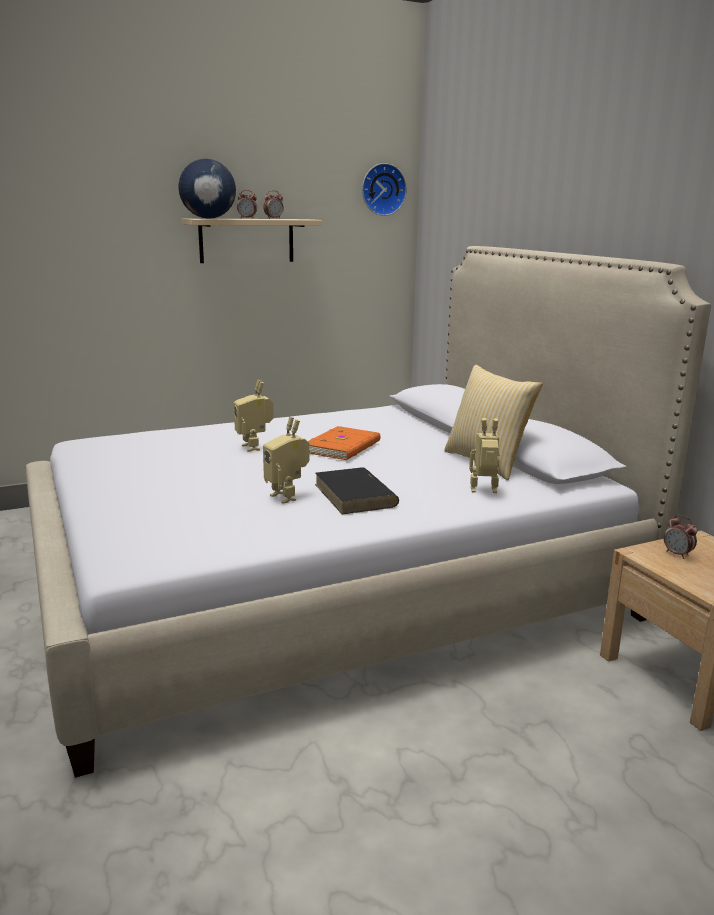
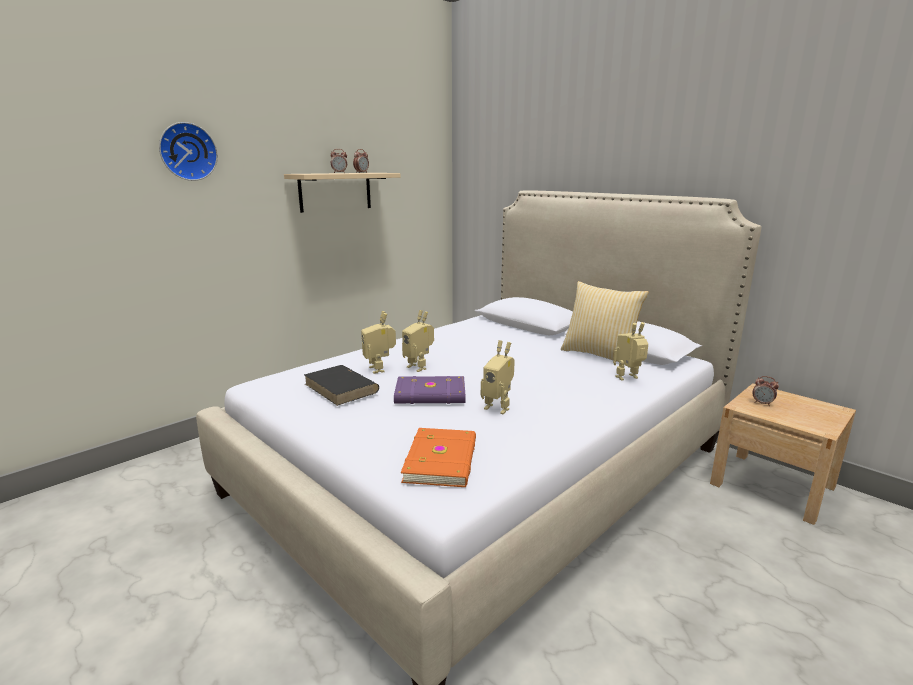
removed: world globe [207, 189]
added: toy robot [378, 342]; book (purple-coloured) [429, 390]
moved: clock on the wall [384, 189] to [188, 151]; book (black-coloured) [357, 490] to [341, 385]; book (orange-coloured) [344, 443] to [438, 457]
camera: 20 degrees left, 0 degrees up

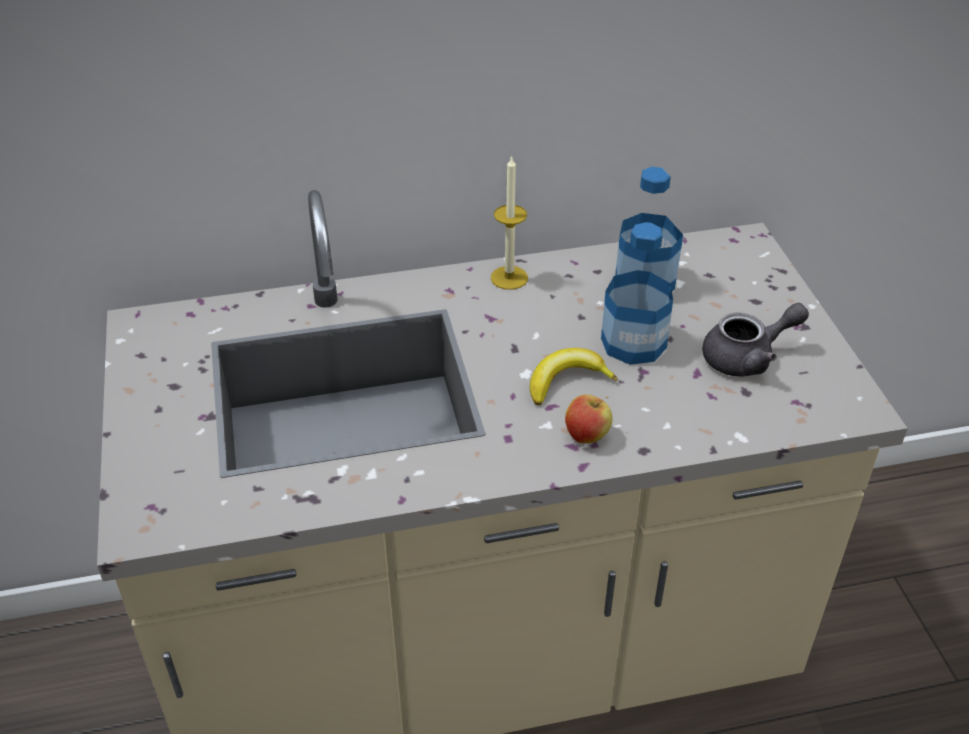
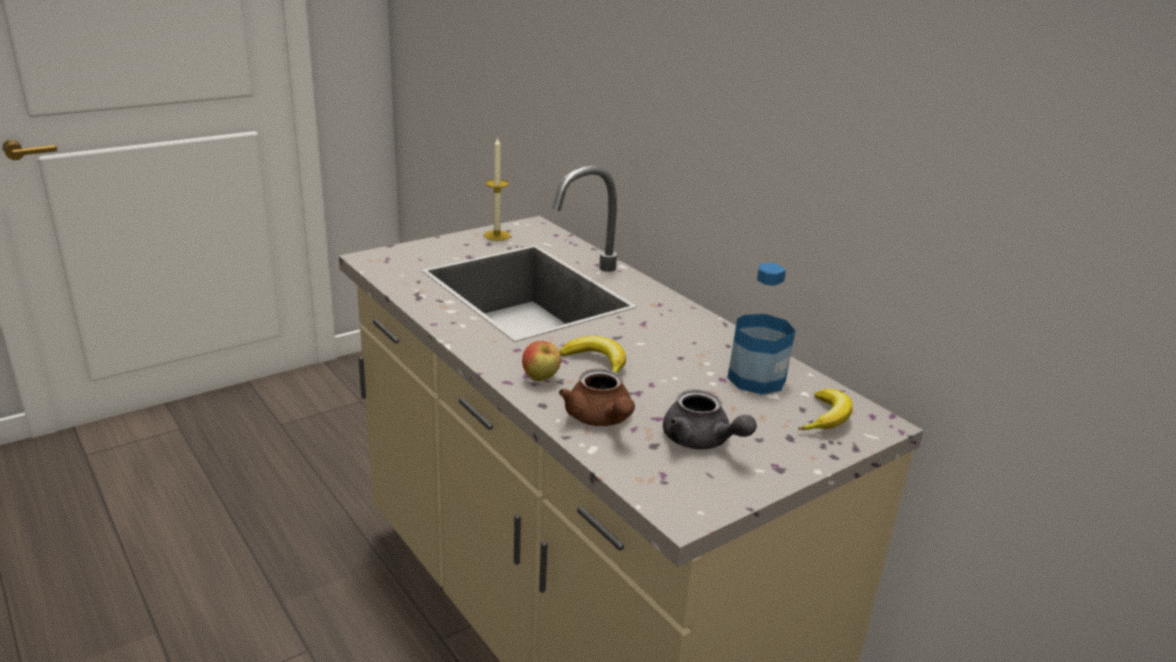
removed: drink bottle [637, 293]
added: pot for tea (brown-coloured) [597, 397]; whole banana [826, 409]
moved: wax candle [509, 222] to [497, 188]
camera: 65 degrees right, 15 degrees down

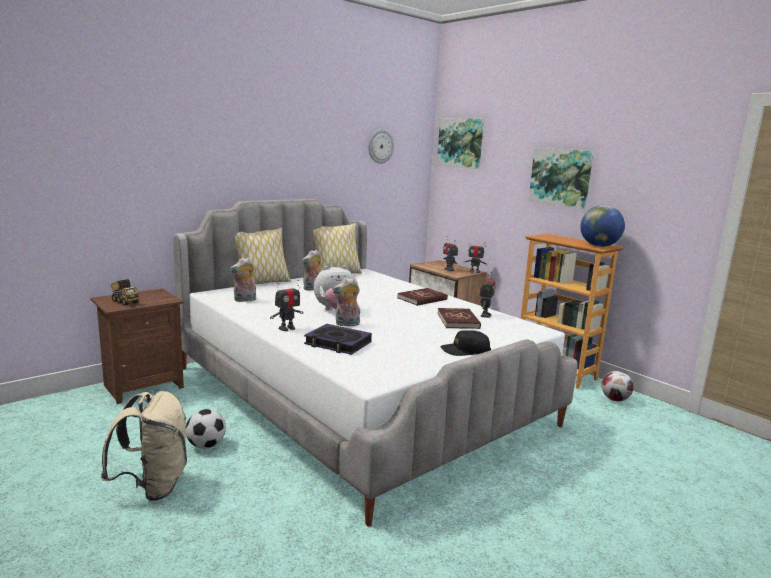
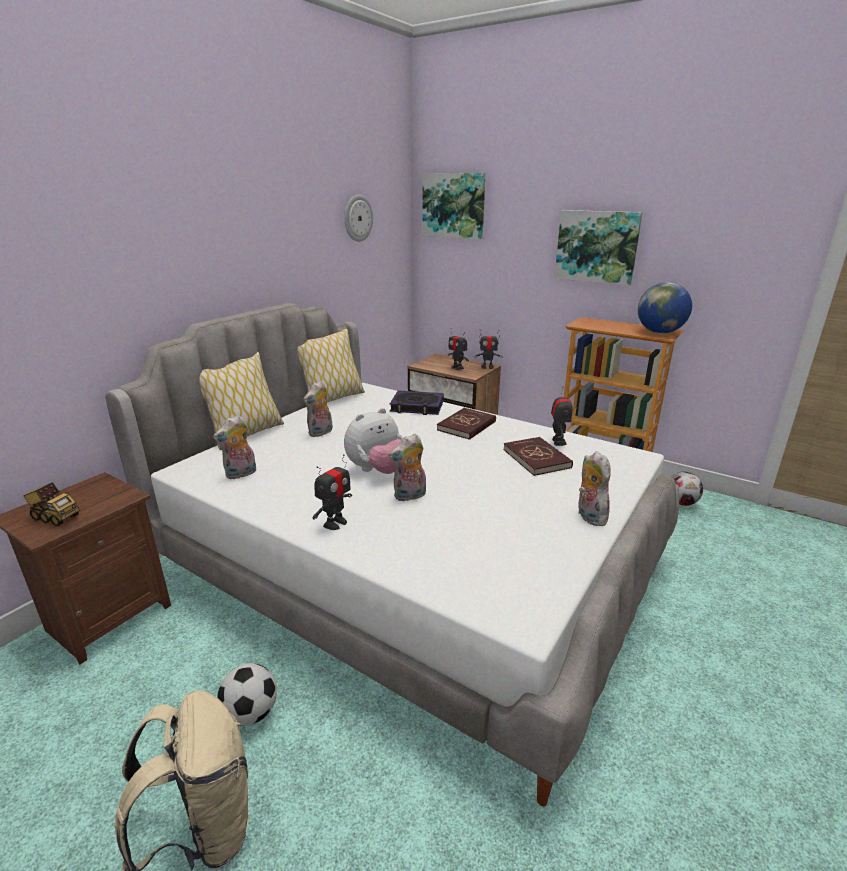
moved: book [338, 339] to [417, 402]
replaced: baseball cap (black-coloured) [465, 343] to plush toy [594, 488]
camera: 15 degrees left, 10 degrees up

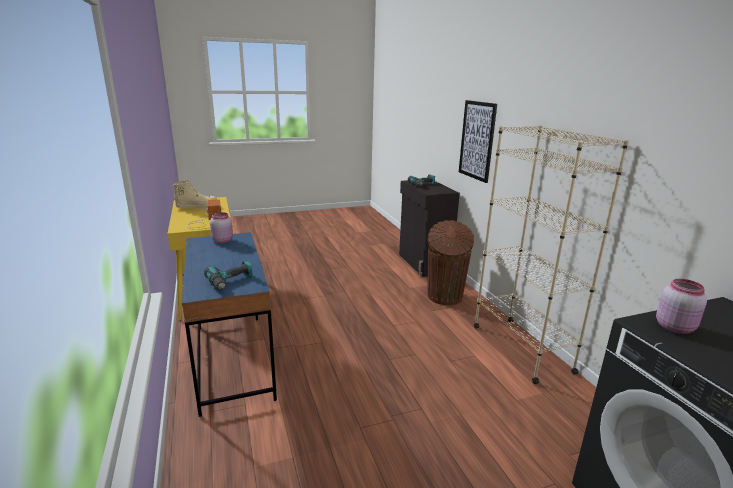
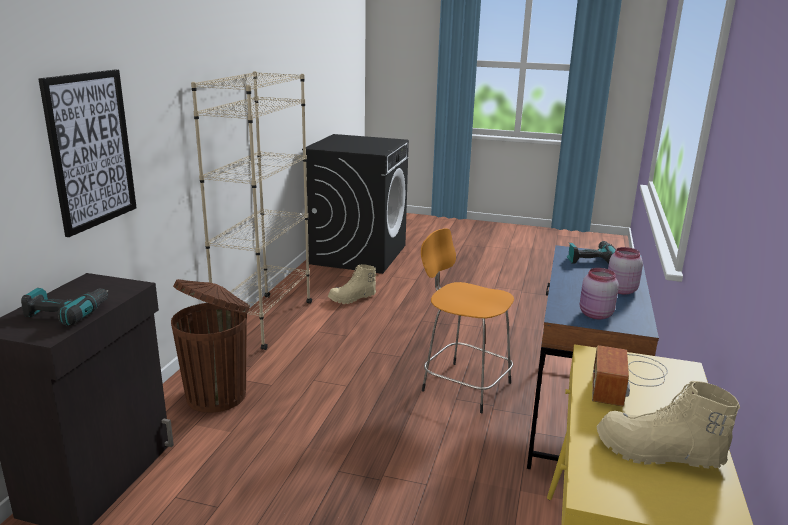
added: tall boot (beige) [352, 284]; sitting stool (orange-coloured) [467, 320]
moved: storage jar (pink) [681, 306] to [625, 270]
camera: 145 degrees left, 0 degrees up

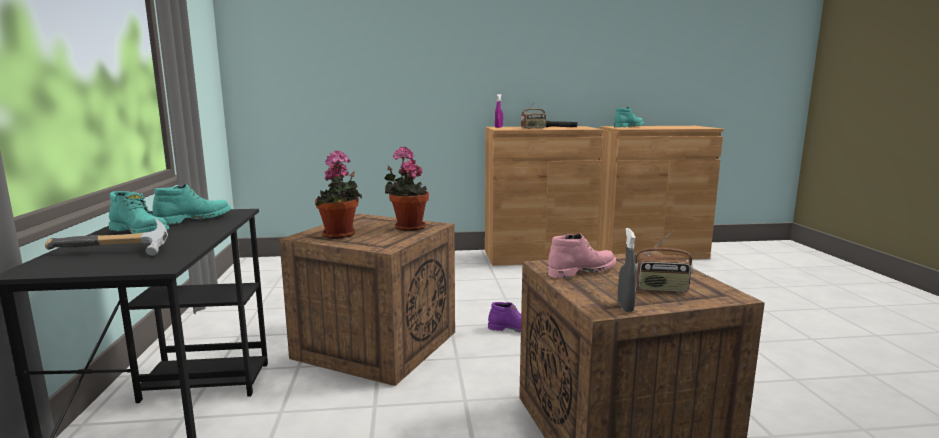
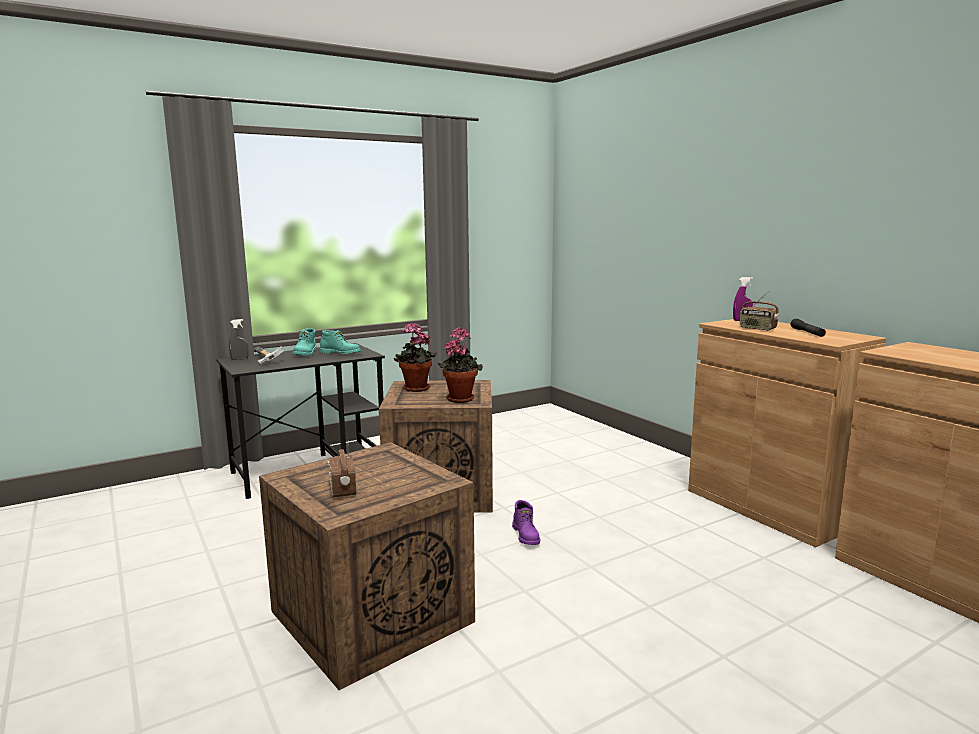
removed: tall boot (pink) [582, 255]; tall boot (blue-green) [629, 117]
moved: sprayer (grey) [627, 270] to [239, 339]
camera: 65 degrees right, 0 degrees up

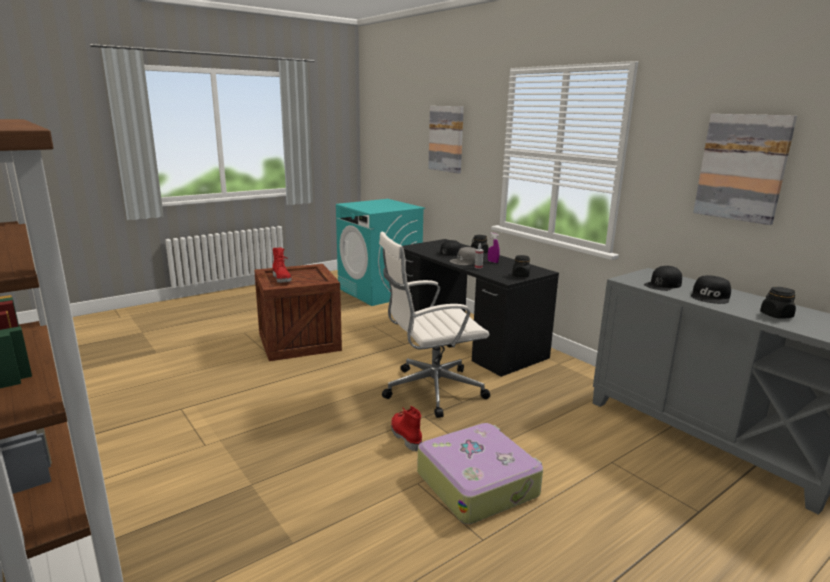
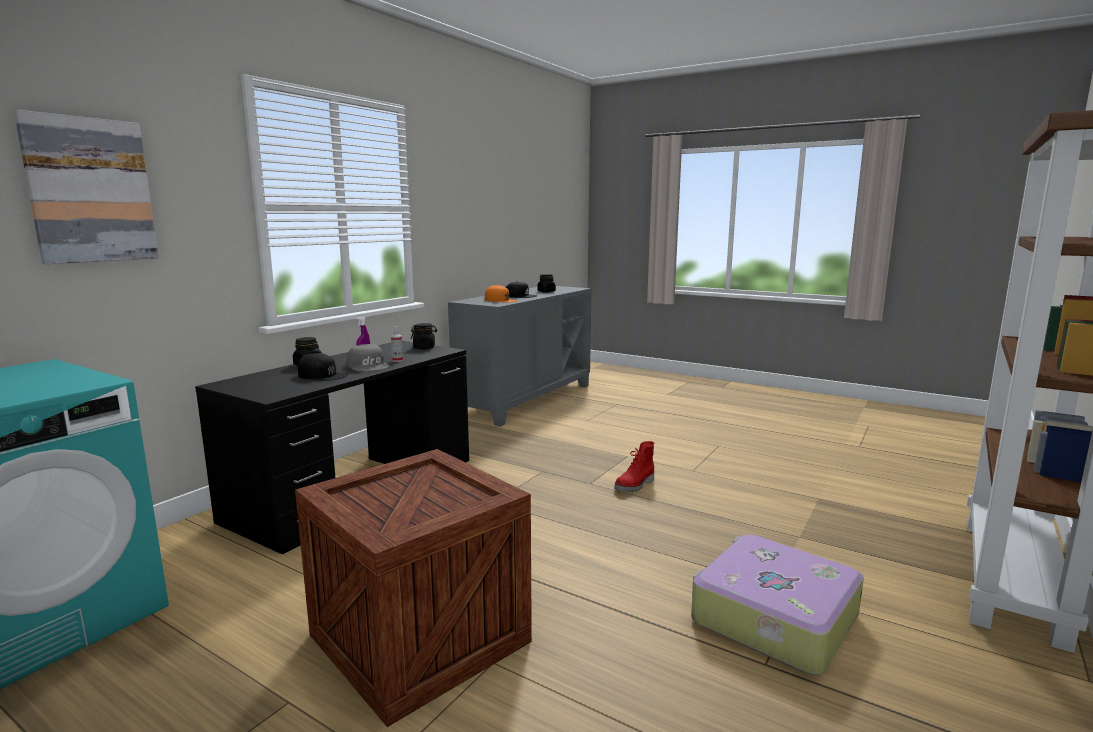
removed: tall boot (reddish) [282, 265]; computer chair (white-coloured) [434, 325]; wall picture [745, 169]
moved: piece of luggage [480, 473] to [777, 604]
recoloured: baseball cap (black-coloured) [663, 278] to baseball cap (orange-coloured) [501, 293]
camera: 110 degrees left, 5 degrees down

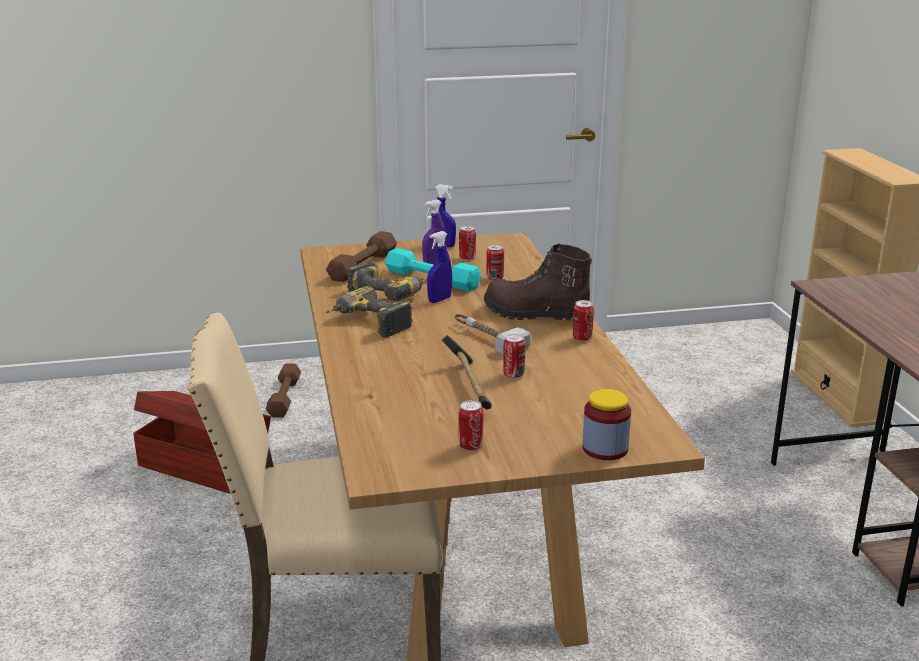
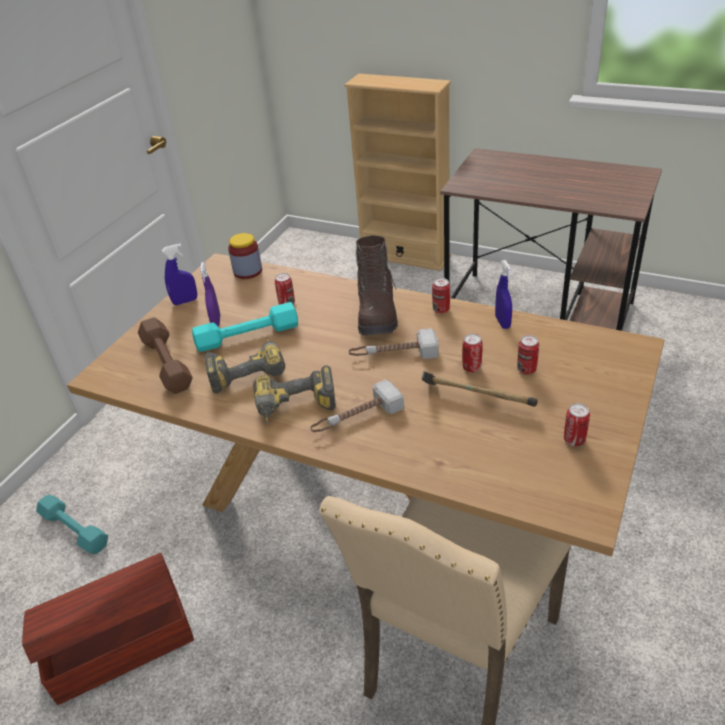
added: tool hammer [357, 406]
moved: storage jar [606, 424] to [245, 256]; sprayer (blue) [439, 267] to [503, 294]; sealed can [467, 243] to [528, 354]
recoloured: free weight (brown-coloured) [283, 390] to free weight (blue-green) [72, 524]
turned: tall boot (brown-coloured) [538, 282] = [377, 285] 60 degrees counterclockwise
camera: 50 degrees left, 15 degrees up

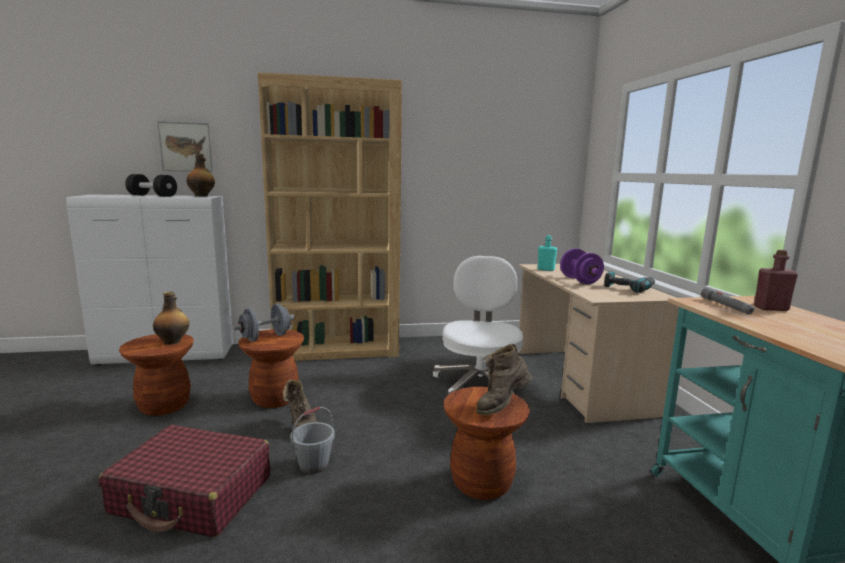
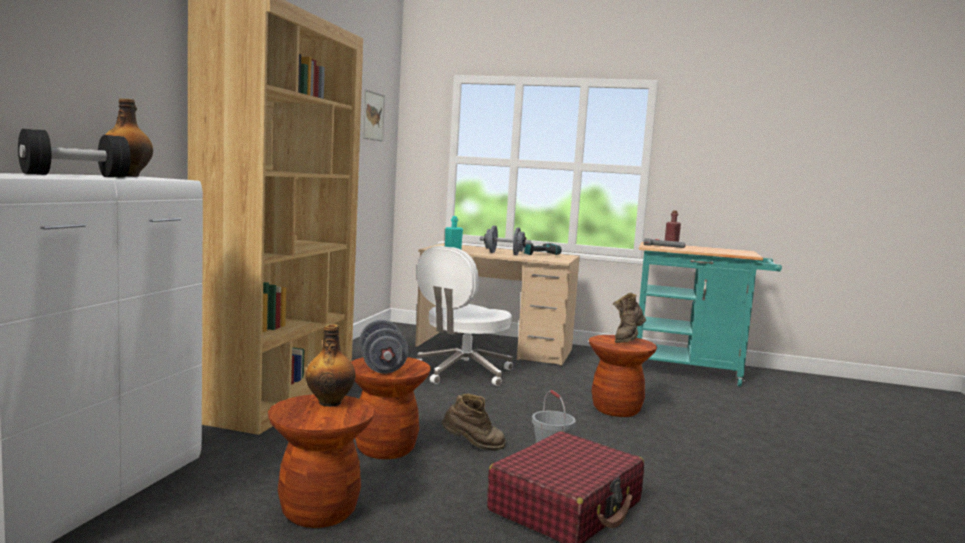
moved: wall picture [185, 146] to [373, 115]
recoloured: free weight (purple-coloured) [582, 266] to free weight (grey) [505, 240]
turned: computer chair (white-coloured) [478, 325] = [465, 316] 90 degrees counterclockwise; tall boot (brown-coloured) [504, 379] = [629, 317] 45 degrees clockwise
camera: 65 degrees left, 5 degrees down

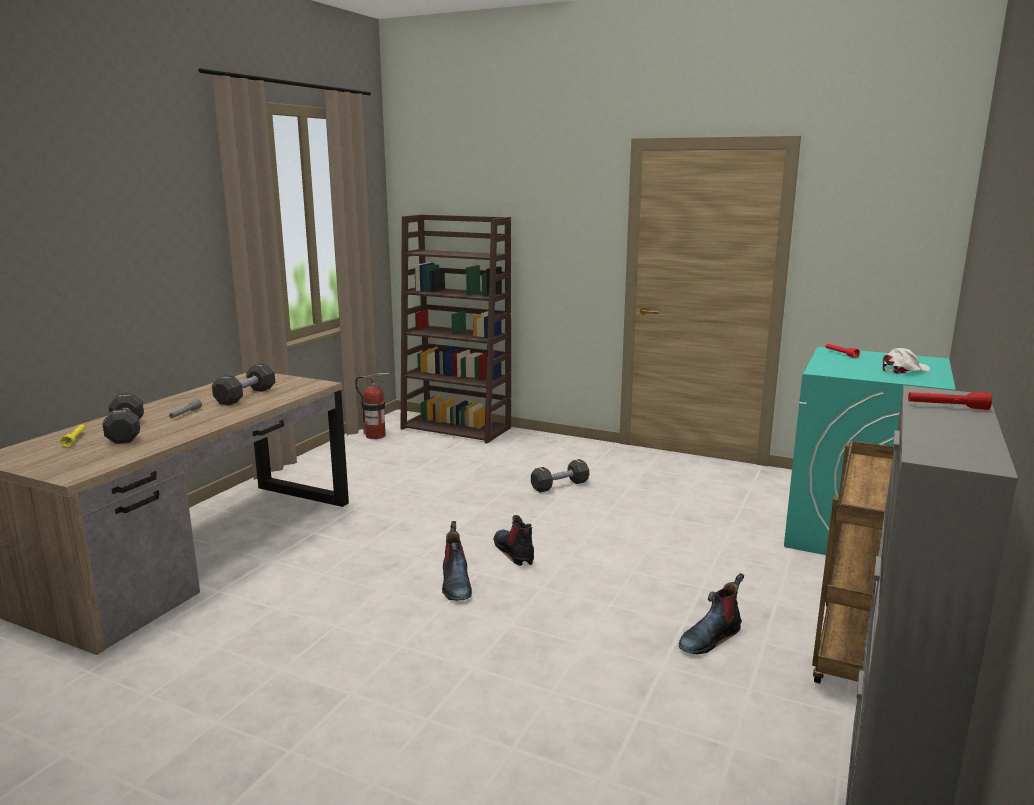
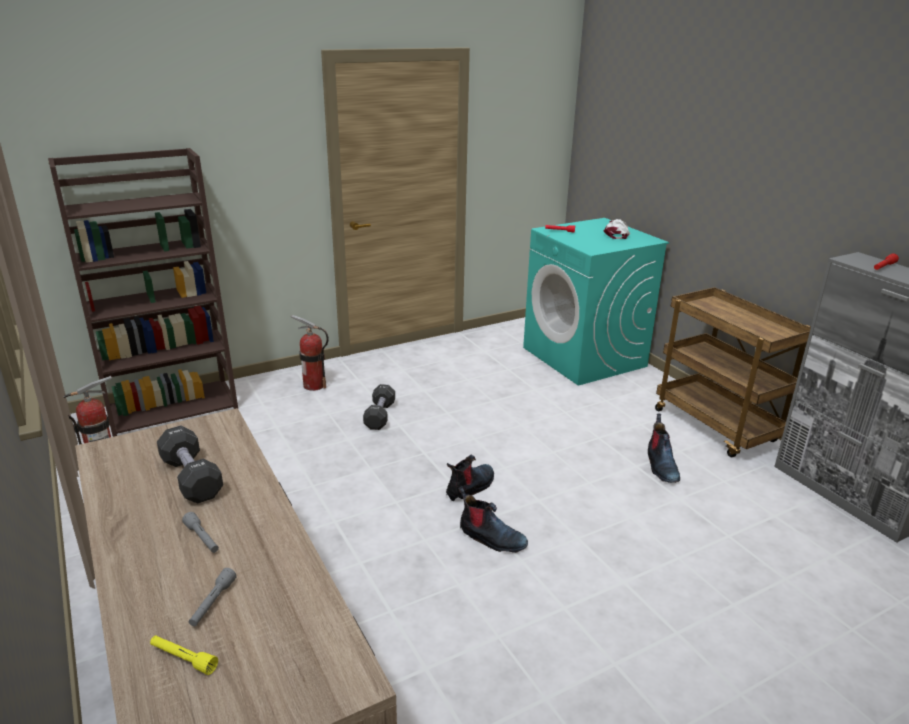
added: fire-fighting cylinder [310, 353]
replaced: free weight (black-coloured) [123, 418] to flashlight (grey) [213, 597]
turned: tall boot [514, 540] = [470, 478] 120 degrees clockwise
camera: 55 degrees left, 10 degrees up

